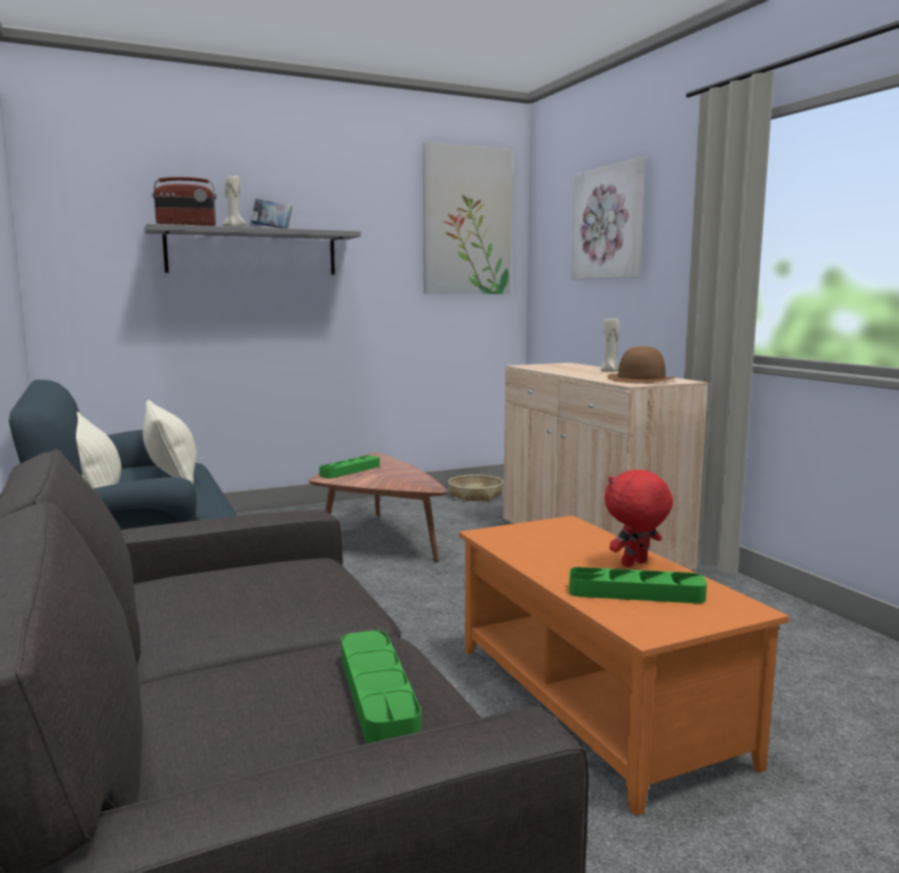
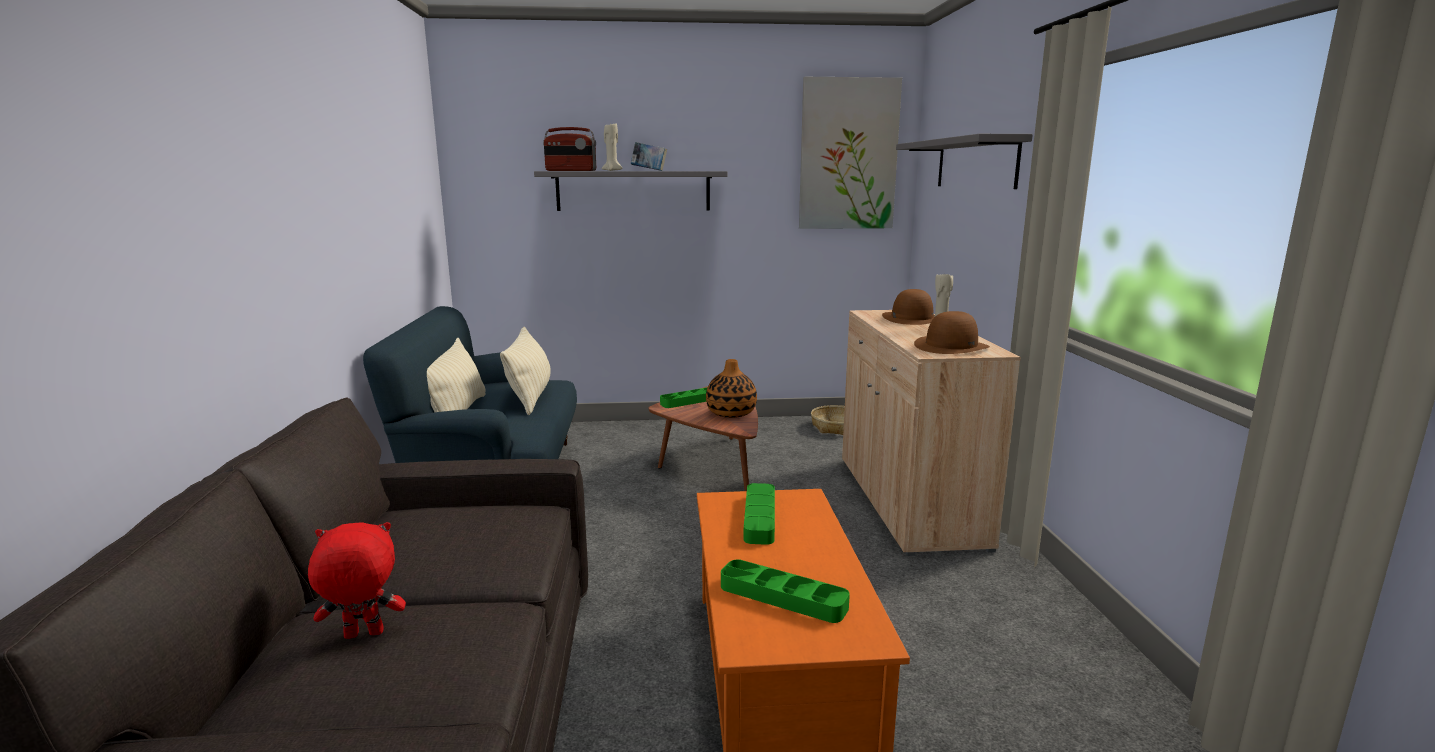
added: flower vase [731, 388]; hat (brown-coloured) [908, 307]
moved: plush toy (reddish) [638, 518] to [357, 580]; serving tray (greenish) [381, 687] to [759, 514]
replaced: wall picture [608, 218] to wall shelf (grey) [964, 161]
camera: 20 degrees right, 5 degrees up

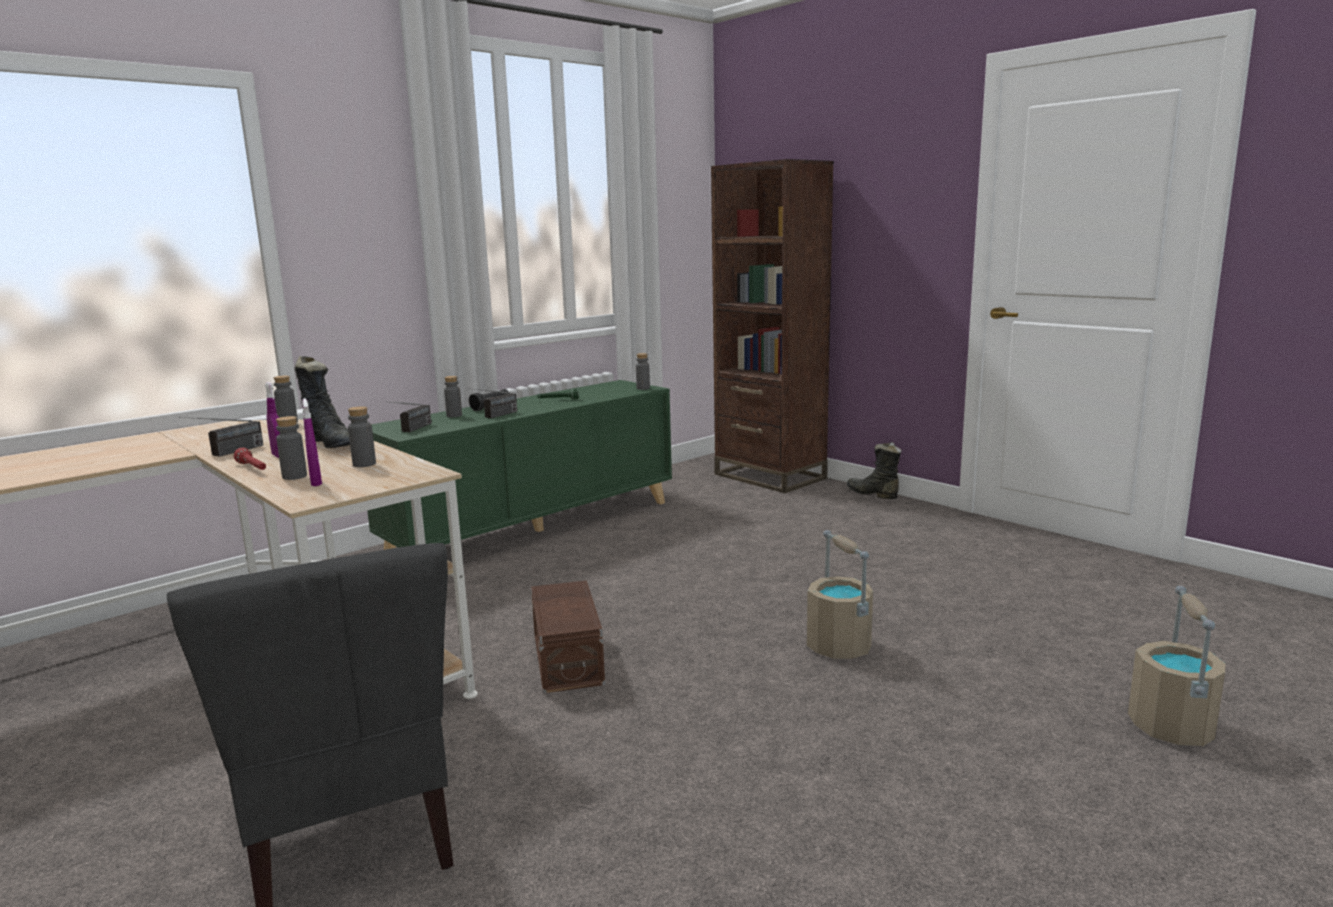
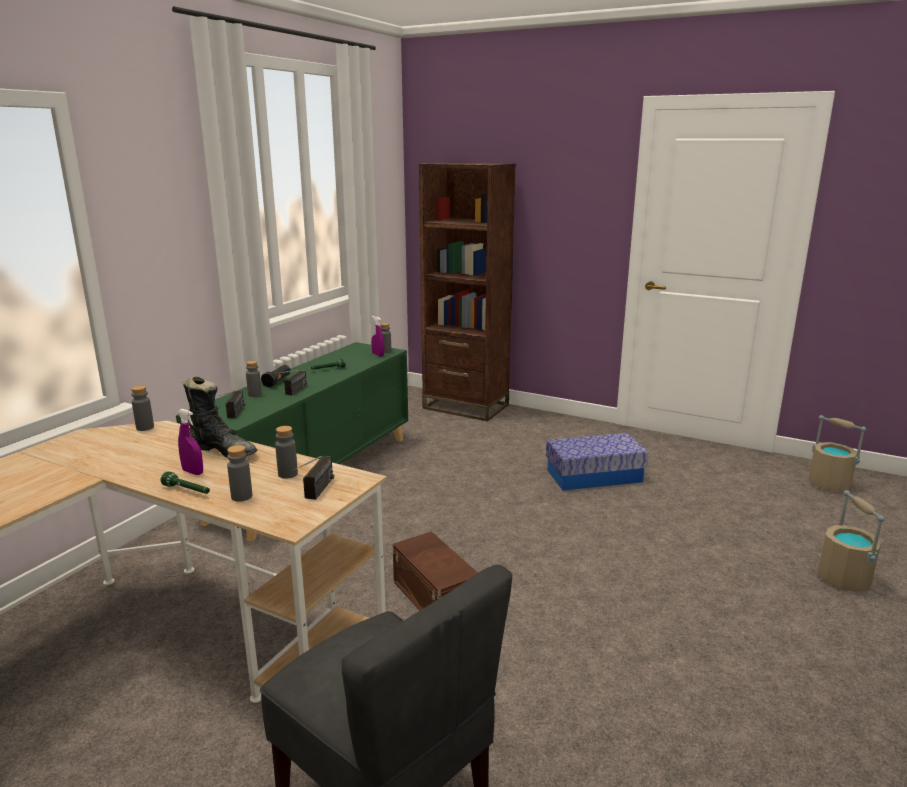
removed: tall boot (black-coloured) [874, 470]
added: storage container [597, 461]
moved: radio [221, 437] to [312, 478]; sprayer (purple-coloured) [312, 442] to [377, 336]; bucket (beige) [840, 594] to [837, 453]
recoloured: flashlight (reddish) [250, 459] to flashlight (greenish) [185, 482]
camera: 20 degrees left, 5 degrees up

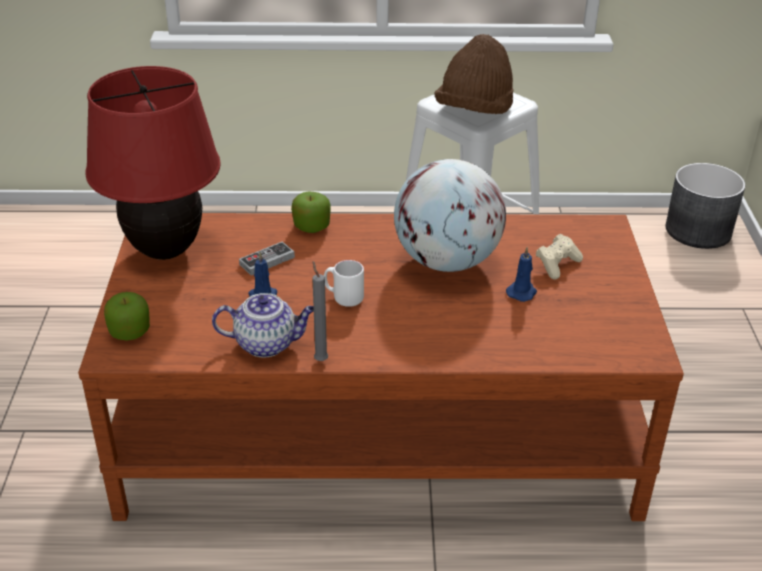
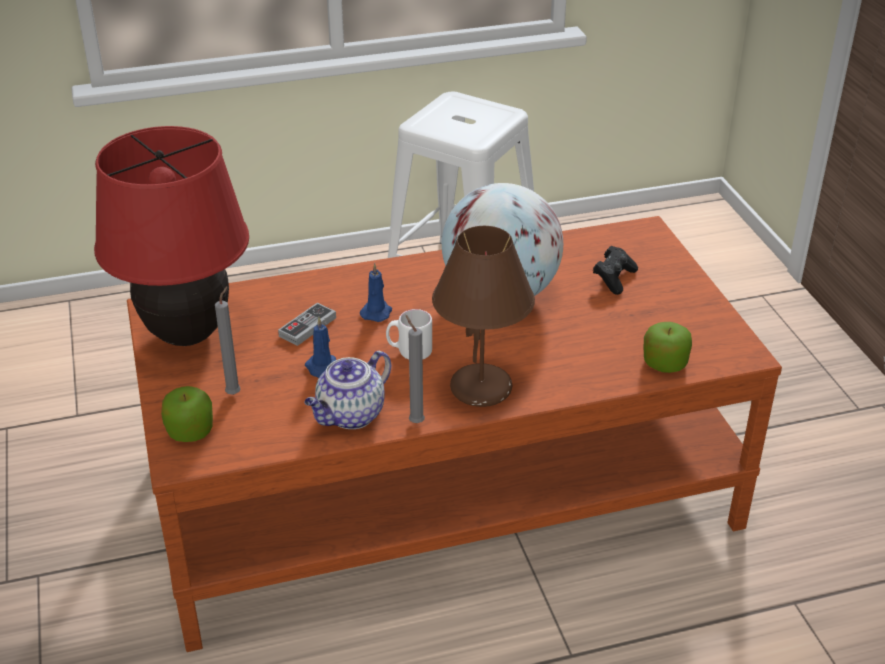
removed: hat (brown-coloured) [474, 74]; plant pot (grey) [705, 206]
added: wax candle (grey) [228, 340]; lamp for a table (brown-coloured) [483, 316]
moved: wax candle (blue) [521, 274] to [376, 292]; apple fruit [311, 212] to [668, 347]
recoloured: gamepad (beige) [559, 257] to gamepad (black-coloured) [615, 270]
turned: pot for tea [263, 325] = [347, 390] 150 degrees clockwise
camera: 15 degrees left, 0 degrees up

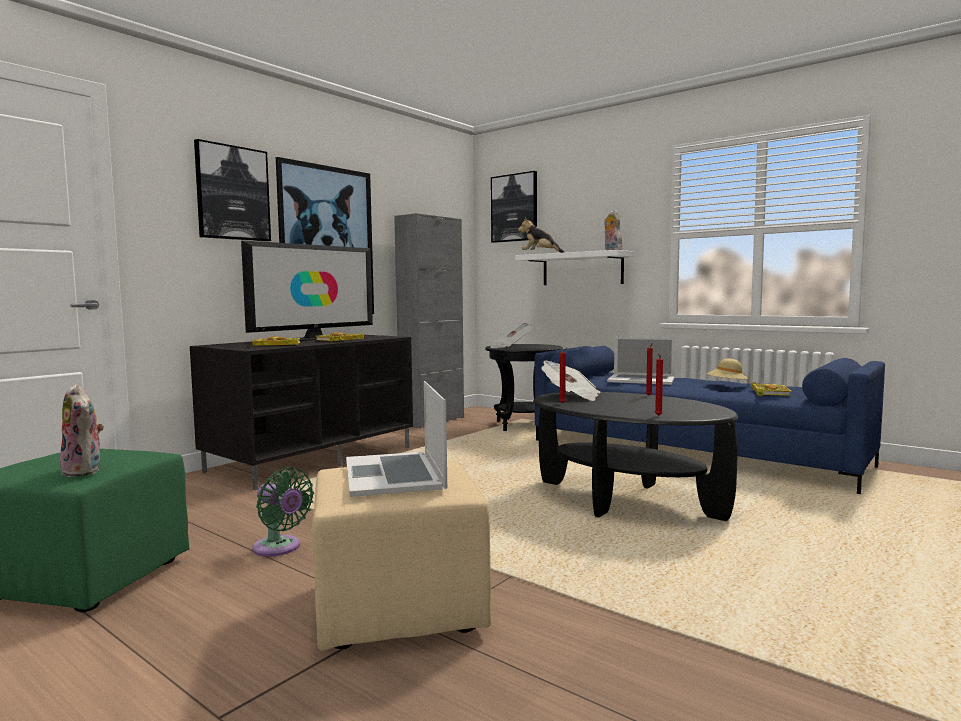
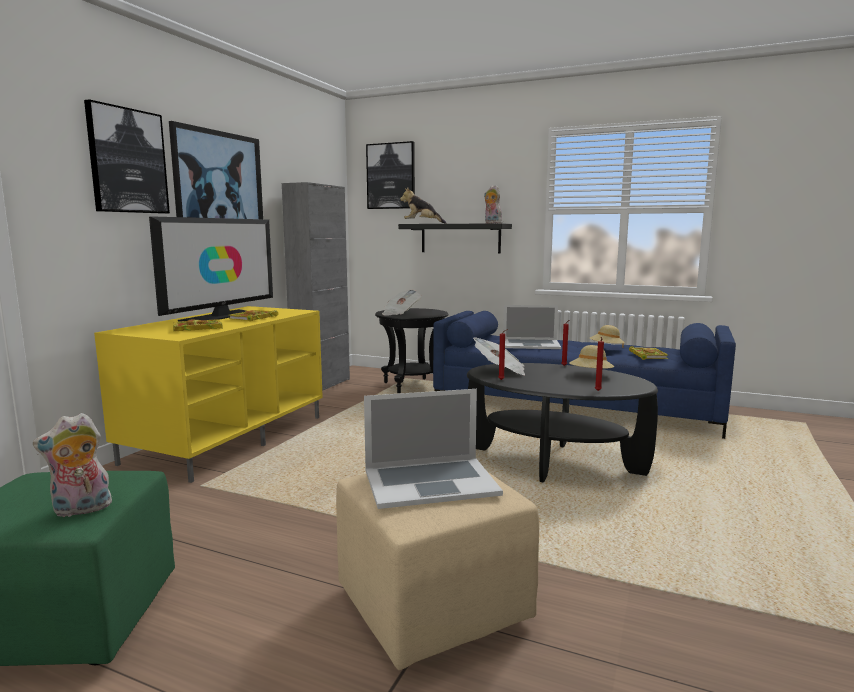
removed: cooling fan (greenish) [283, 512]
added: hat (beige) [591, 357]
recoloured: media console (black-coloured) [301, 412] to media console (yellow-coloured) [208, 394]; wall shelf (white-coloured) [575, 267] to wall shelf (black-coloured) [455, 238]
turned: plush toy [82, 430] = [73, 465] 120 degrees clockwise; notebook computer [396, 439] = [433, 449] 75 degrees counterclockwise
camera: 15 degrees left, 5 degrees up

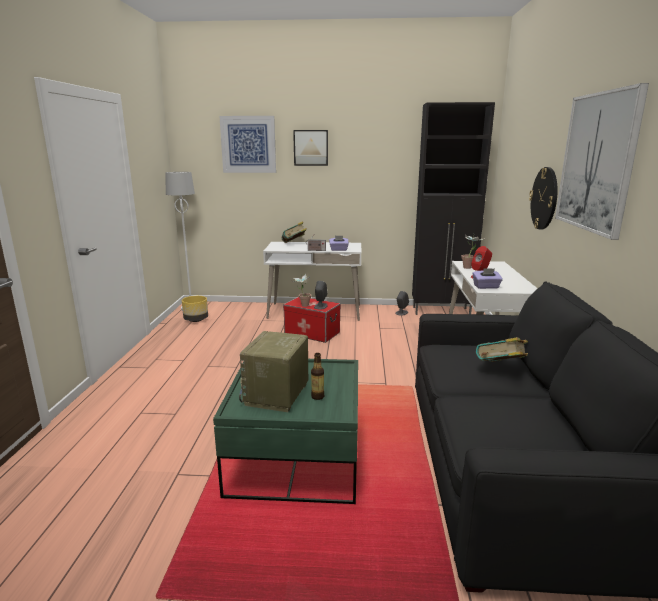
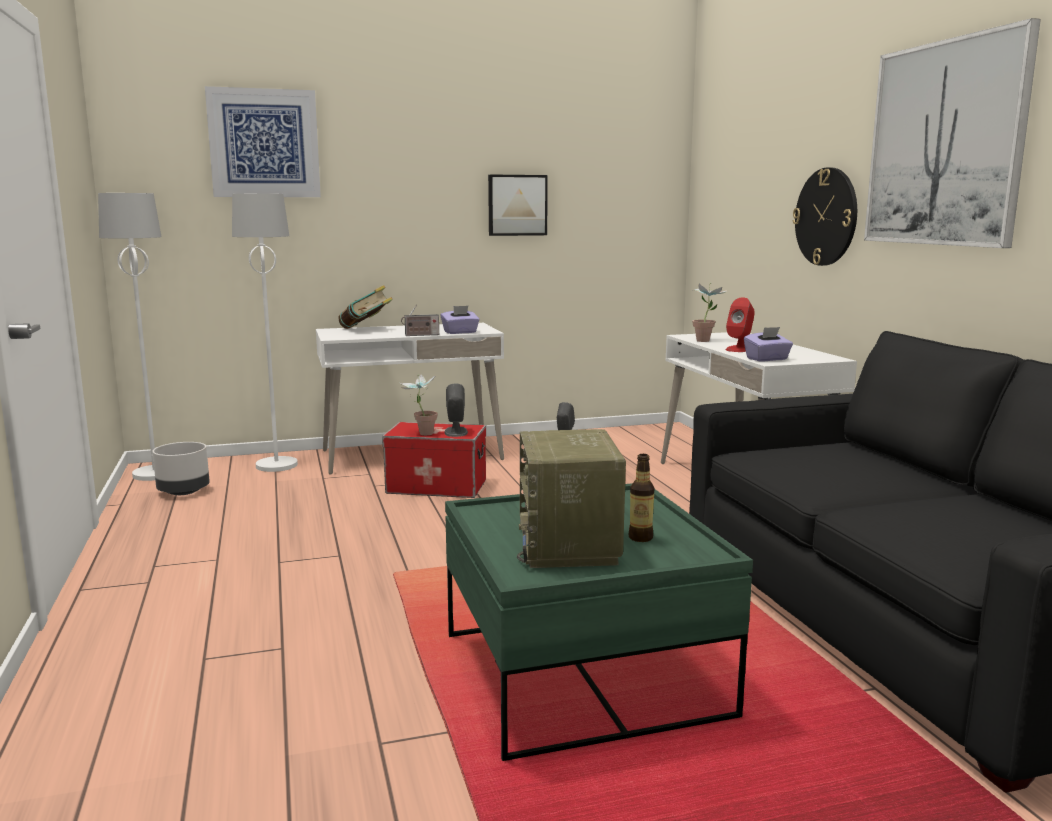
removed: cabinet (black-coloured) [453, 208]; book [502, 349]
added: standard lamp (white-coloured) [265, 332]
moved: wall picture [310, 148] to [518, 205]
recoloured: plant pot (yellow-coloured) [195, 309] to plant pot (grey) [181, 468]
camera: 20 degrees left, 5 degrees down

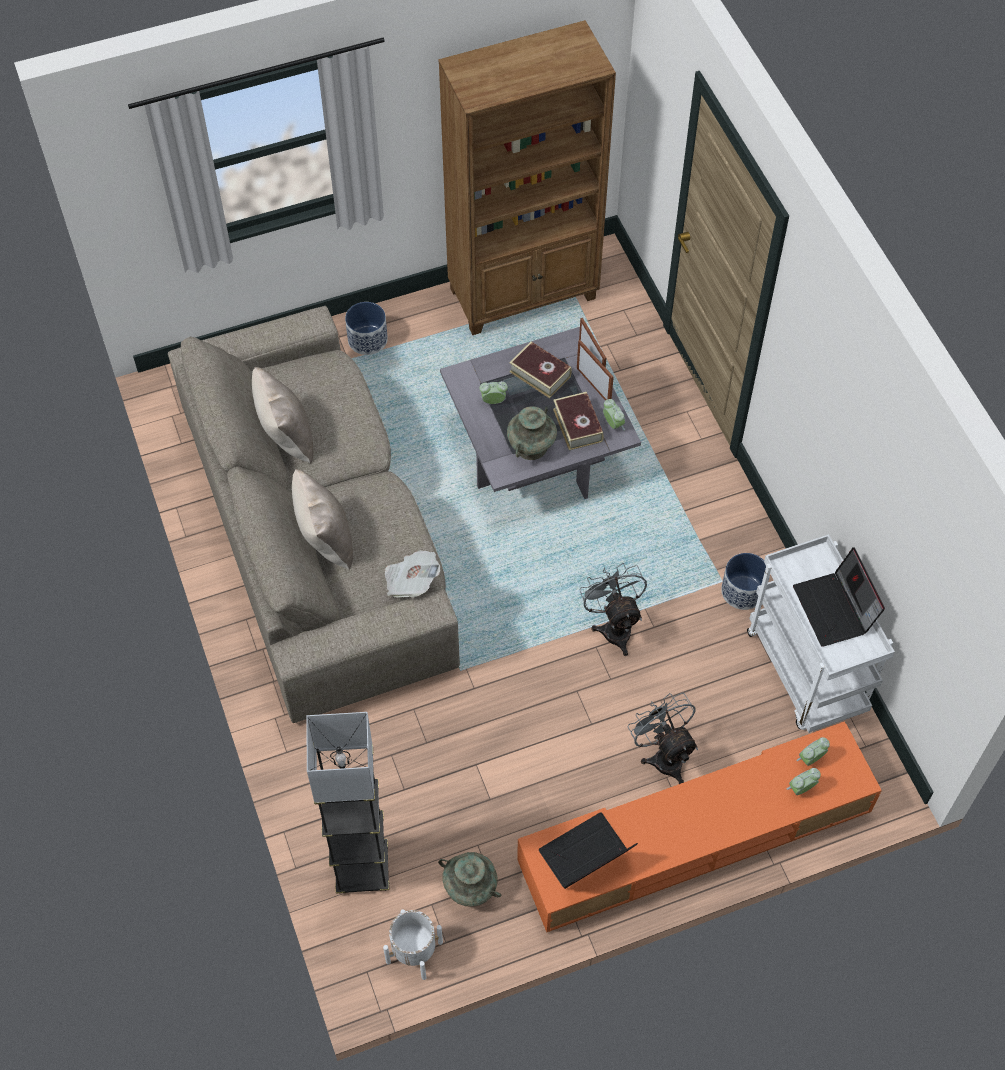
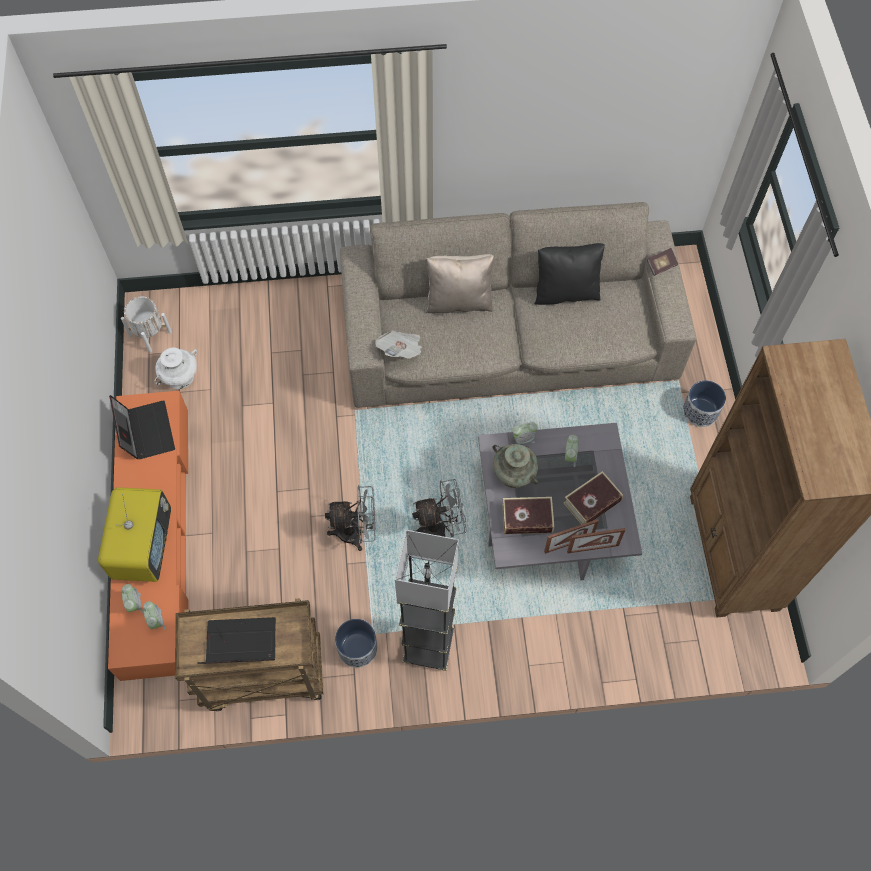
added: TV [134, 534]; book [662, 262]
moved: standard lamp (grey) [347, 803] to [427, 600]; cooling fan (grey) [663, 738] to [439, 508]; table clock [614, 415] to [524, 433]
recoloured: flower vase (blue-green) [469, 879] to flower vase (white-coloured) [176, 368]; cart (white-coloured) [821, 633] to cart (brown-coloured) [249, 654]; cushion (beige) [283, 415] to cushion (black-coloured) [569, 274]
camera: 105 degrees right, 5 degrees up

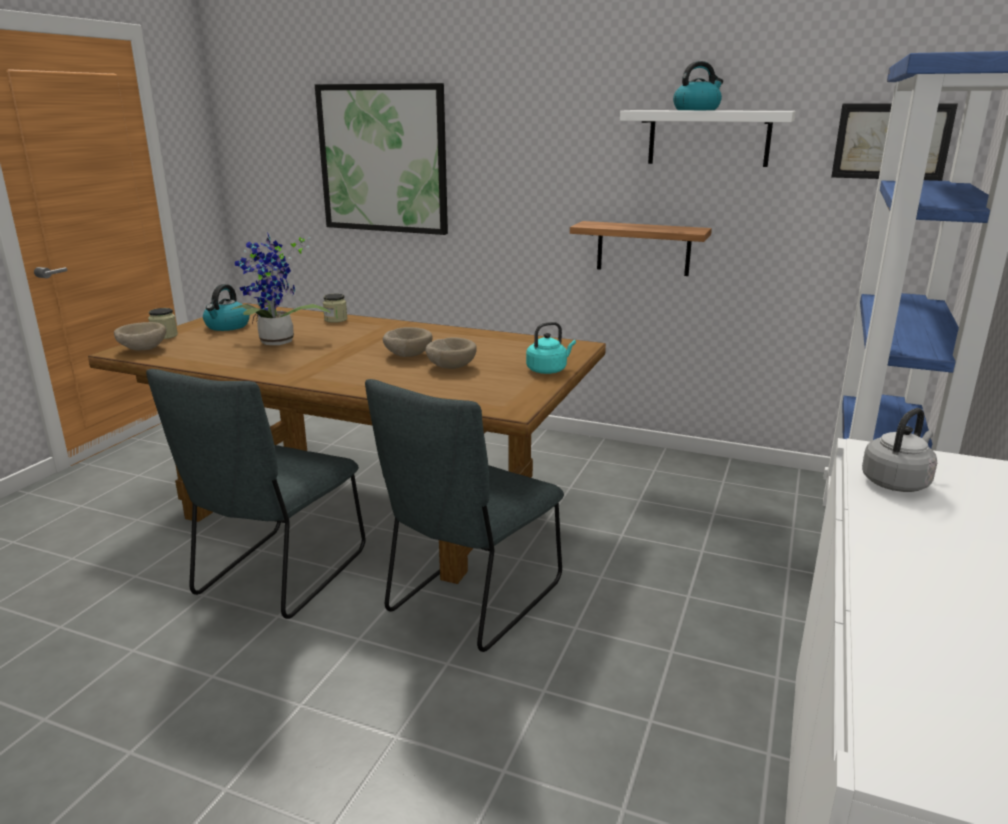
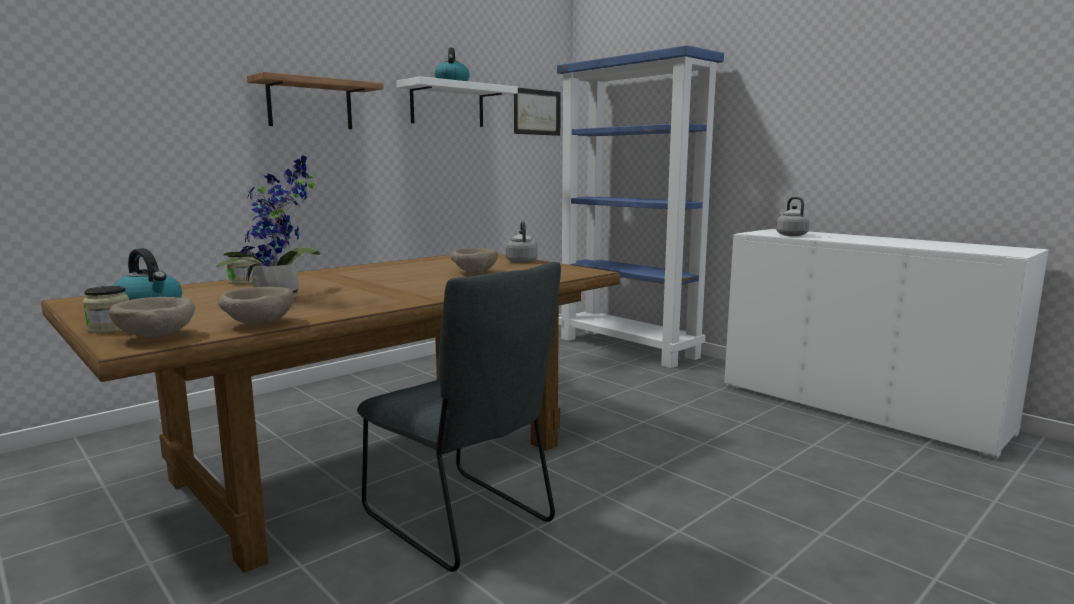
removed: wall picture [381, 159]; chair (grey) [464, 515]
moved: bowl (beige) [408, 342] to [256, 306]; wall shelf [641, 248] to [315, 100]
recoloured: water kettle (blue-green) [551, 348] to water kettle (grey) [521, 242]
camera: 65 degrees left, 10 degrees down

